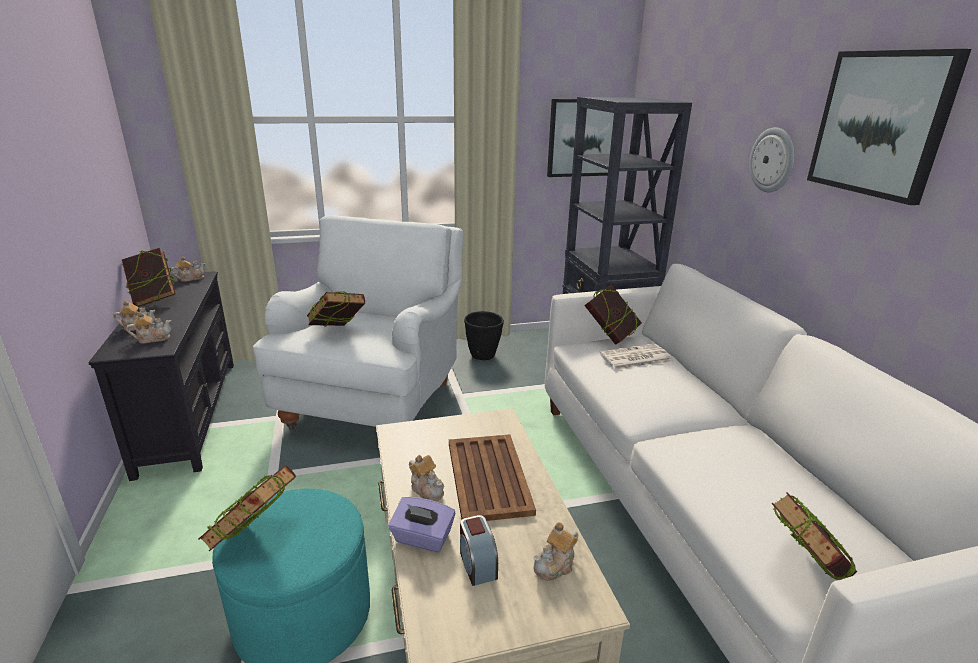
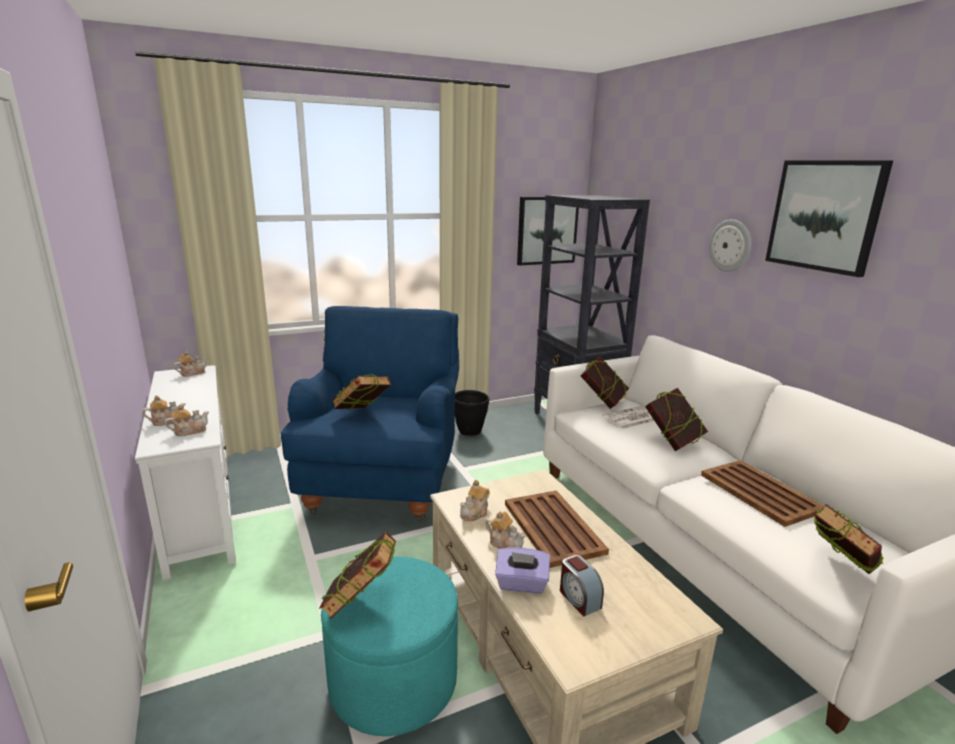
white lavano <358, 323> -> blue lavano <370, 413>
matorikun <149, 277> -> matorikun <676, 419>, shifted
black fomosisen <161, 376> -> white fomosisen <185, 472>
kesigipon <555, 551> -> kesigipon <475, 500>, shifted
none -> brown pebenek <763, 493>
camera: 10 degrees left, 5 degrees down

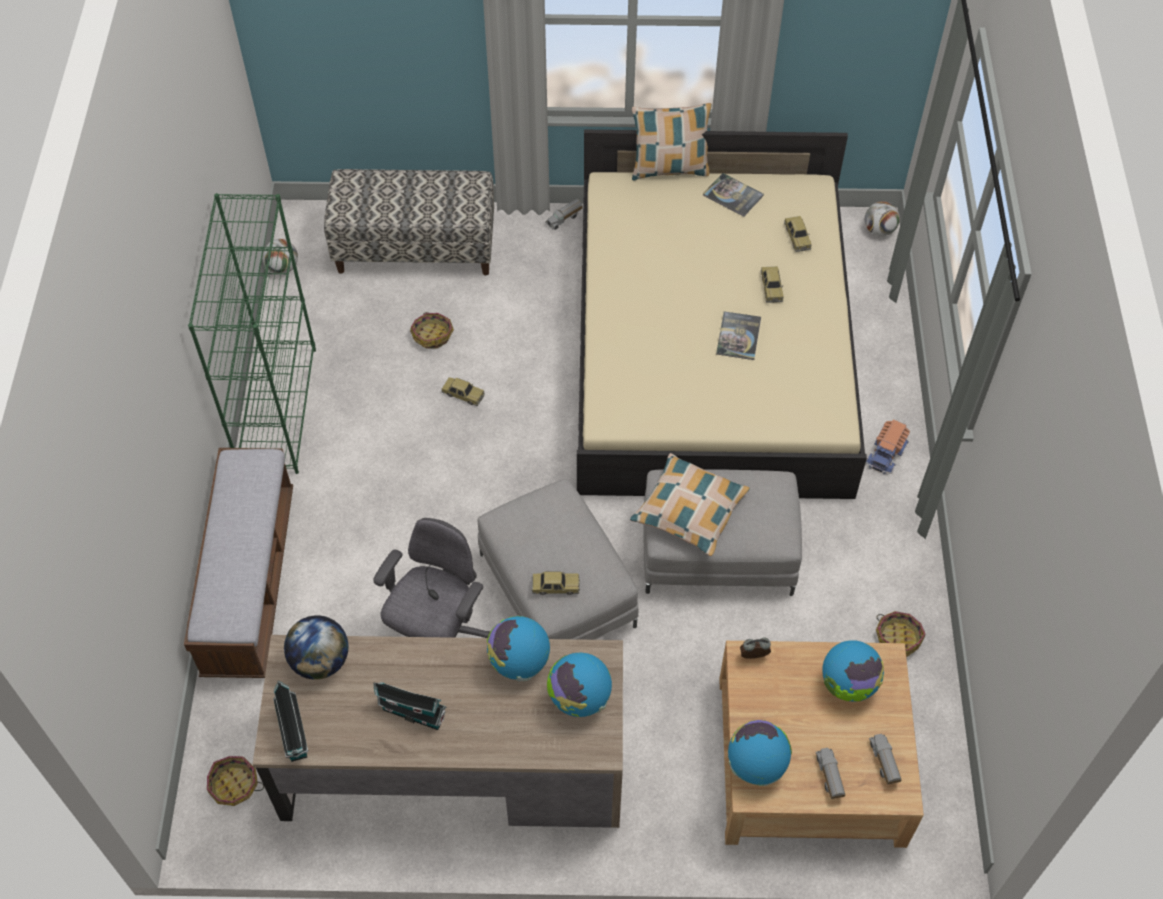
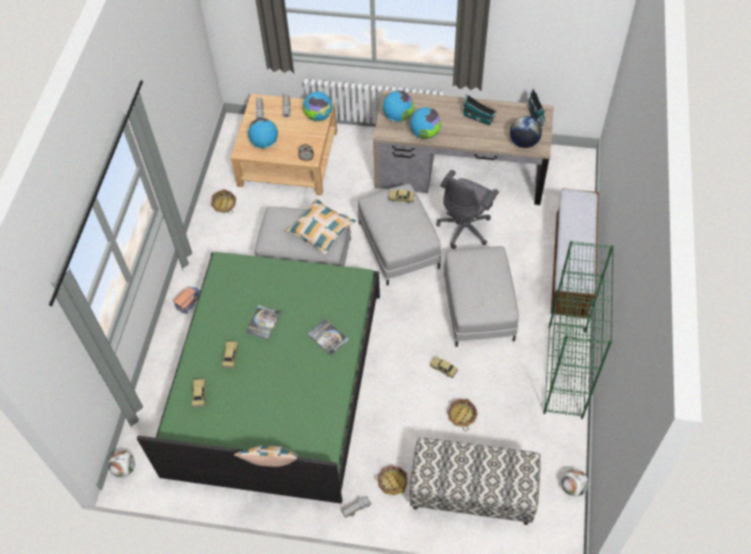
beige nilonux <722, 314> -> green nilonux <258, 378>
matorikun <733, 195> -> matorikun <328, 337>, shifted
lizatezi <235, 781> -> lizatezi <390, 480>, shifted
none -> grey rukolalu <481, 296>
camera: 170 degrees left, 0 degrees up

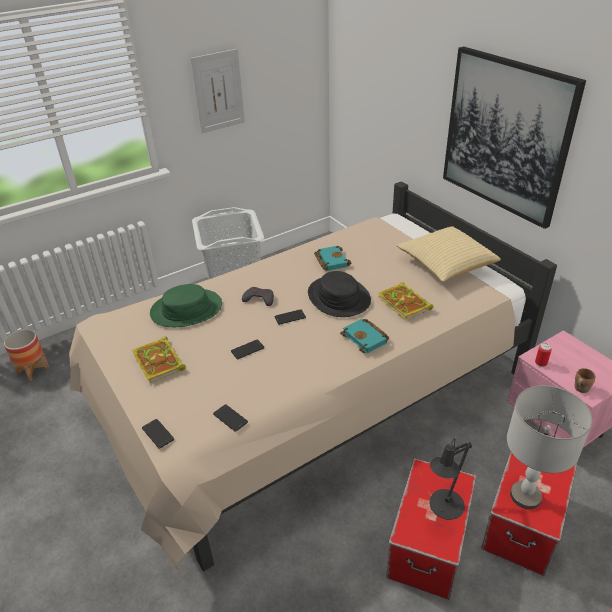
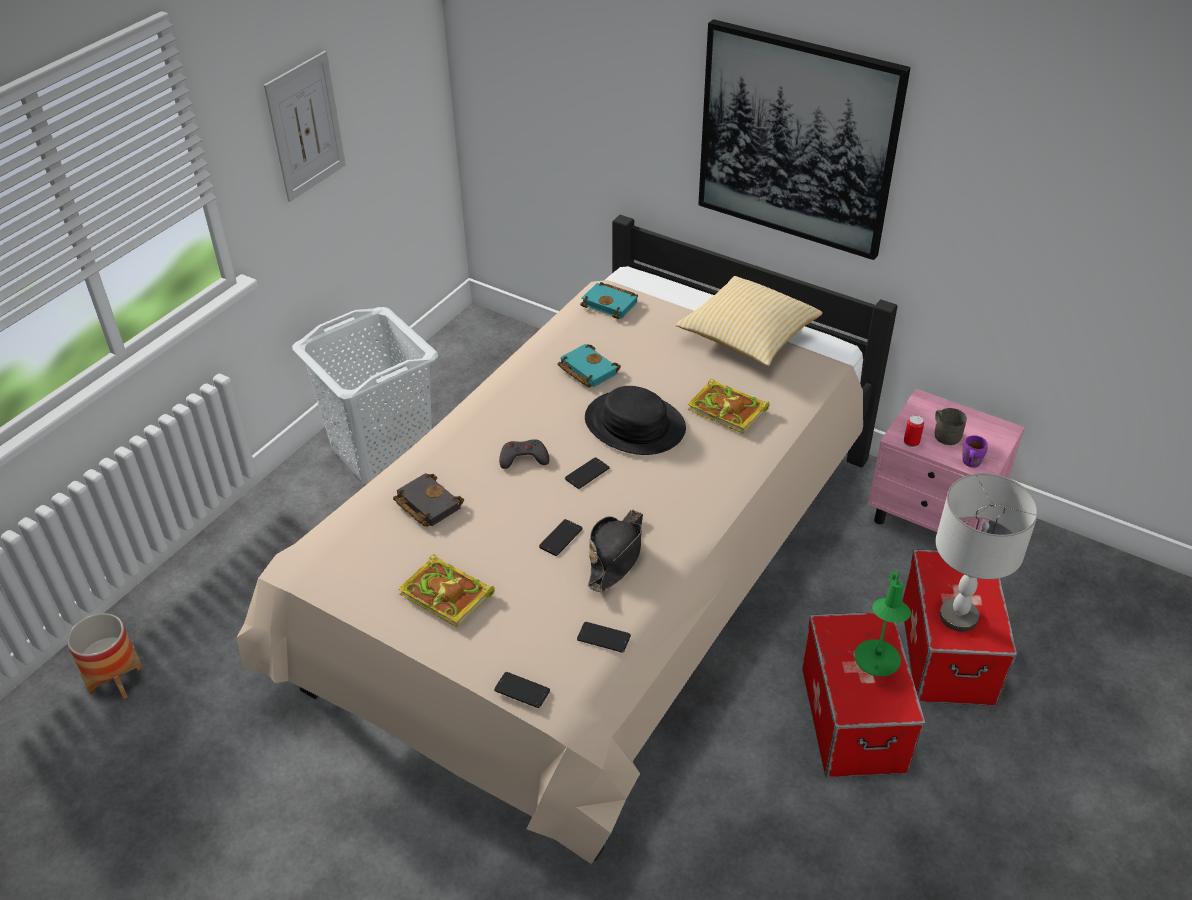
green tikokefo <186, 305> -> black matorikun <428, 500>
turquoise matorikun <364, 336> -> turquoise matorikun <609, 300>, shifted
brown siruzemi <585, 380> -> purple siruzemi <975, 451>
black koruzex <450, 479> -> green koruzex <883, 624>
none -> grey siruzemi <951, 426>
none -> black tikokefo <615, 550>
camera: 25 degrees left, 5 degrees up

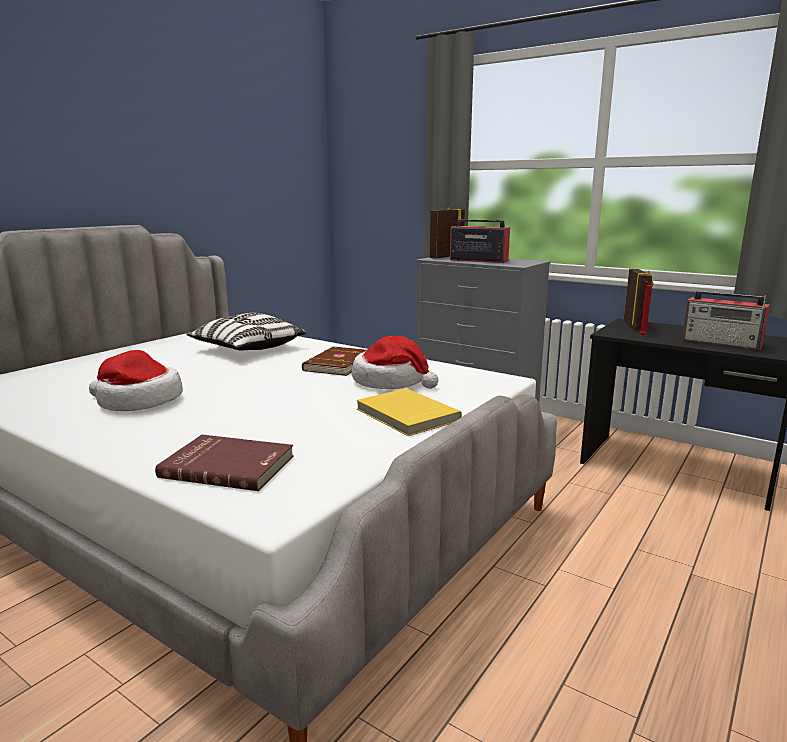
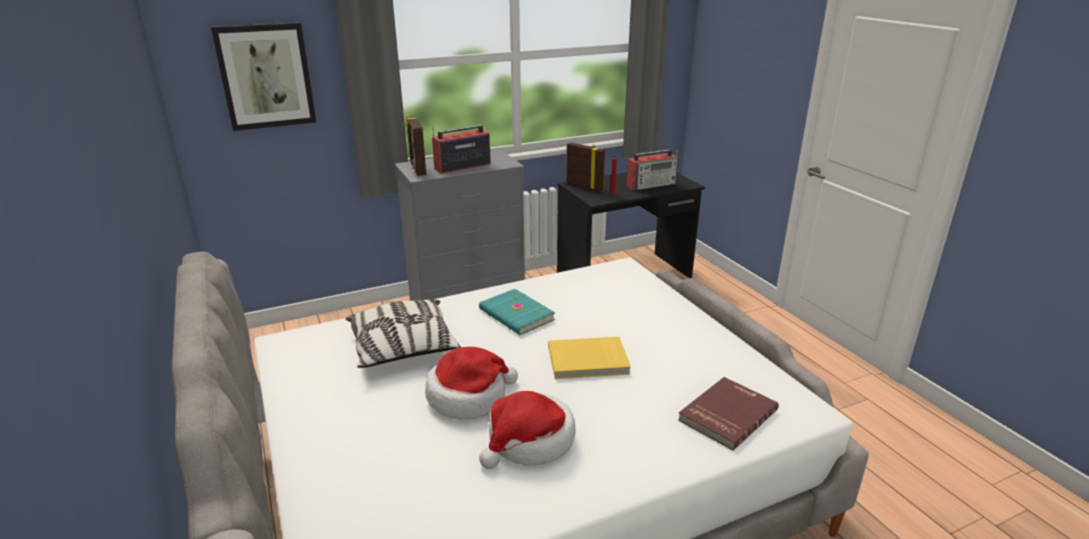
tikokefo <395, 362> -> tikokefo <471, 383>, shifted
brown matorikun <334, 361> -> turquoise matorikun <517, 312>
yellow matorikun <409, 412> -> yellow matorikun <589, 358>, shifted
none -> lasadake <263, 77>
camera: 60 degrees left, 10 degrees up

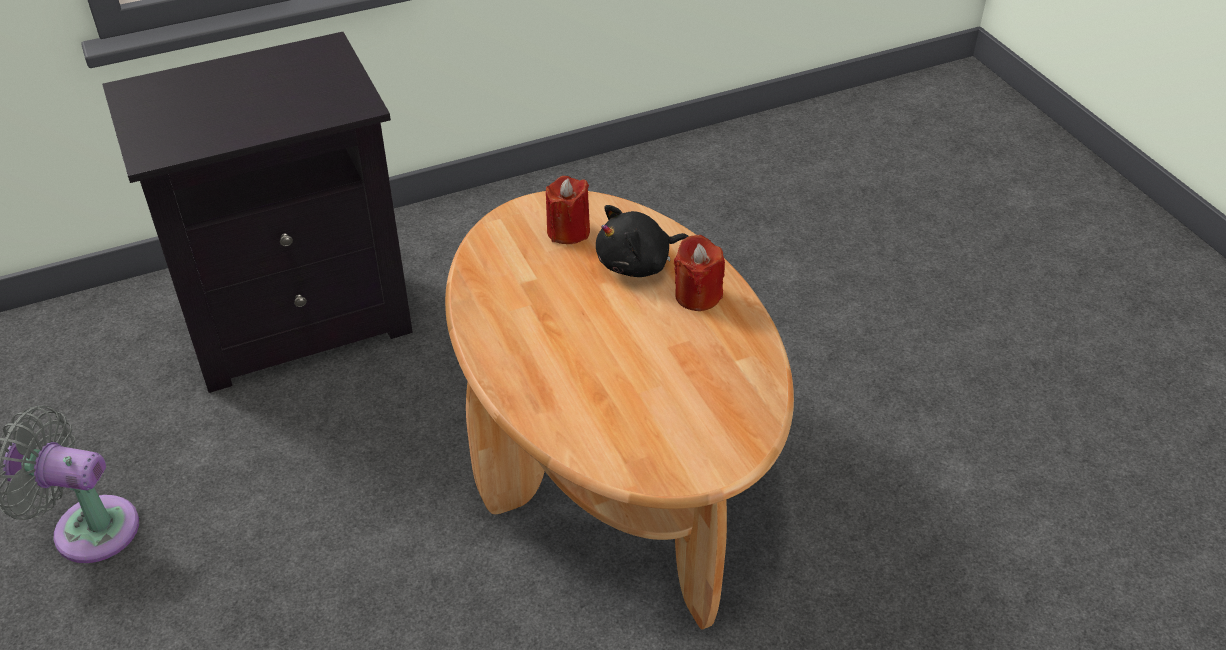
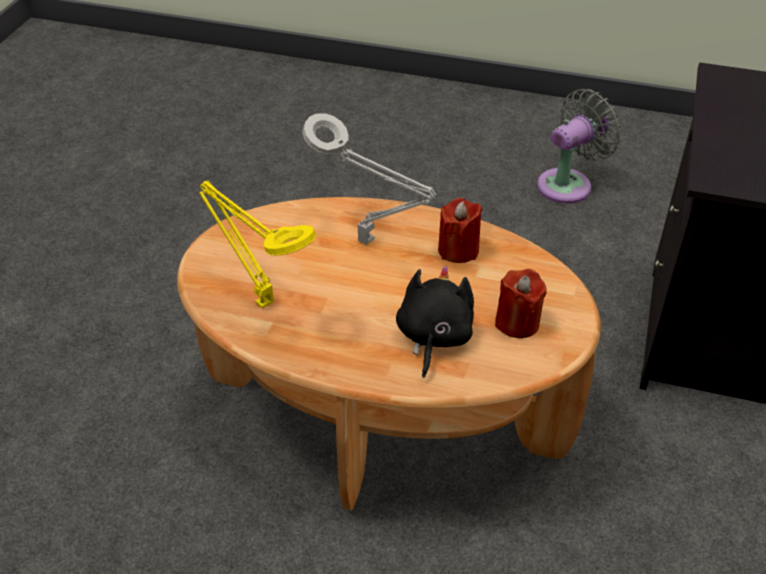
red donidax <699, 273> -> red donidax <460, 230>, shifted
none -> grey koruzex <369, 179>
none -> yellow koruzex <257, 245>
camera: 130 degrees right, 0 degrees up

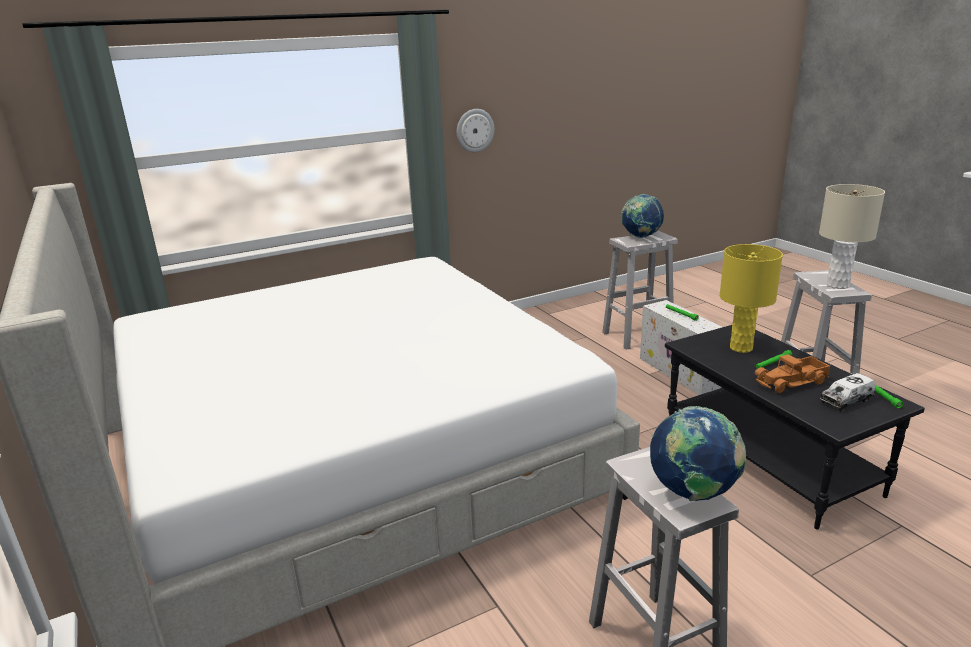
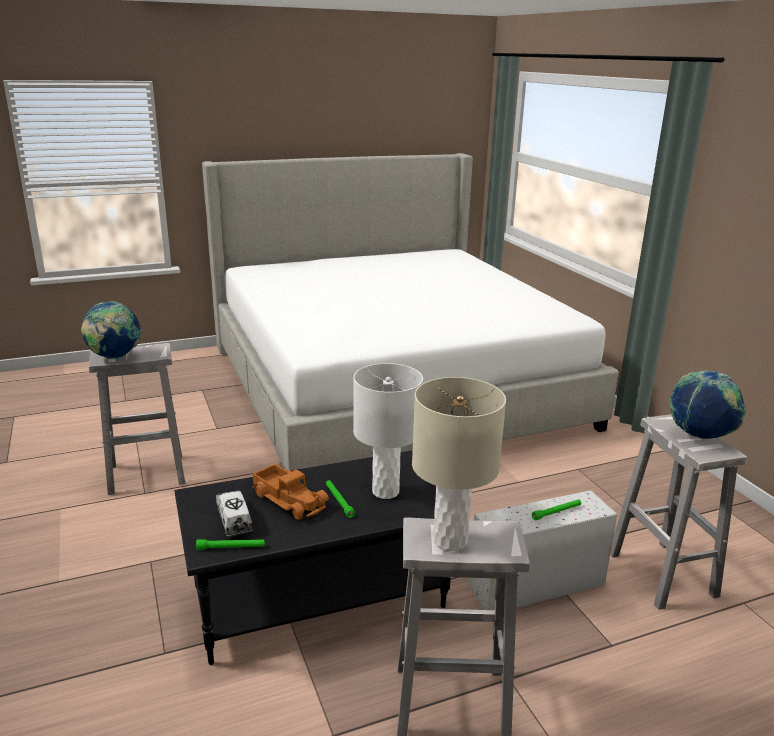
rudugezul <475, 130> -> none
yellow koruzex <751, 298> -> white koruzex <388, 431>
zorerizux <792, 373> -> zorerizux <291, 492>, 150 degrees clockwise
camera: 95 degrees right, 0 degrees up

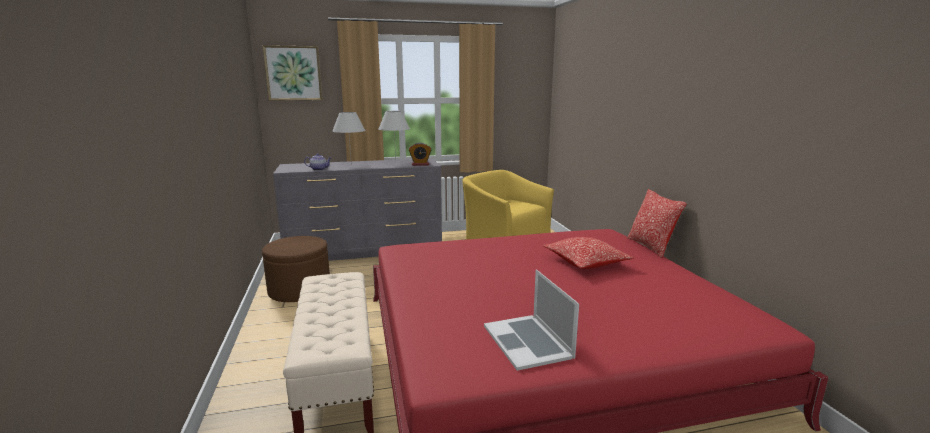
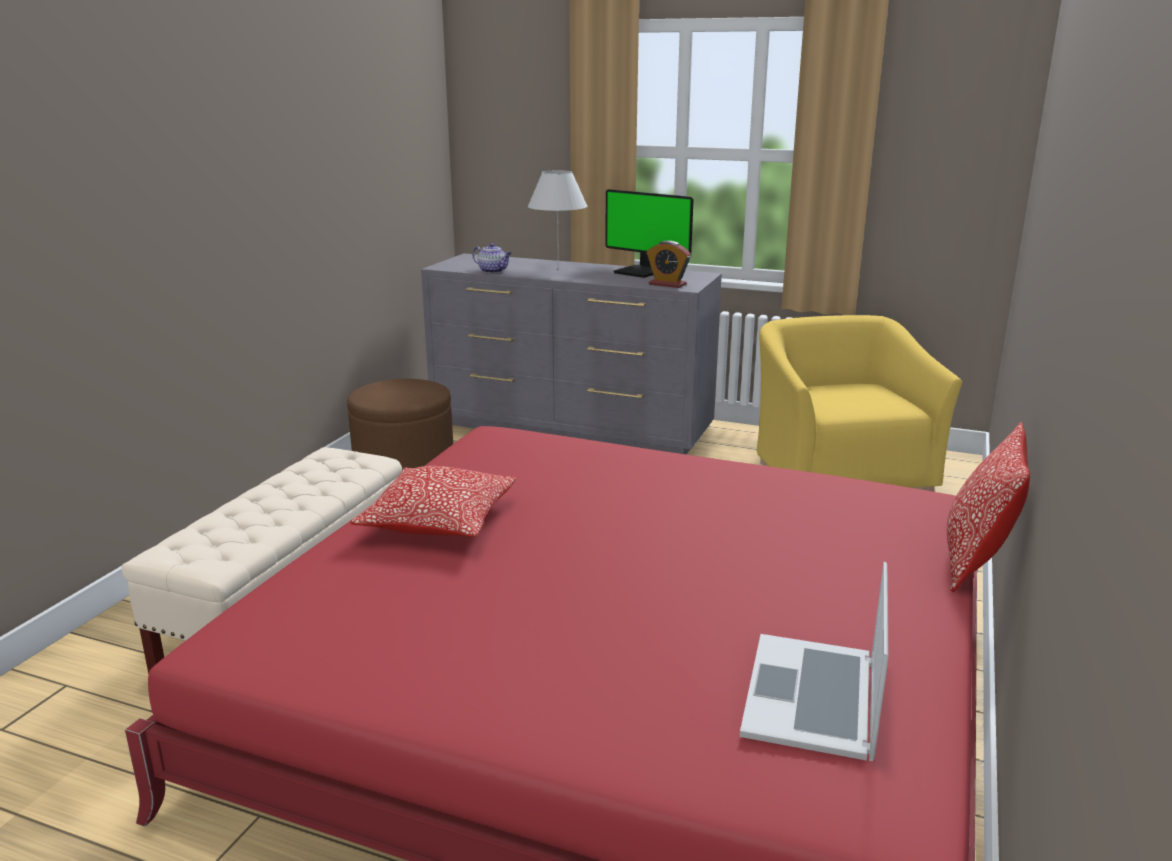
lasadake <292, 73> -> none
white koruzex <394, 136> -> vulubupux <649, 233>
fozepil <589, 253> -> fozepil <433, 501>, shifted
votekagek <531, 320> -> votekagek <814, 661>, shifted
camera: 35 degrees right, 5 degrees up

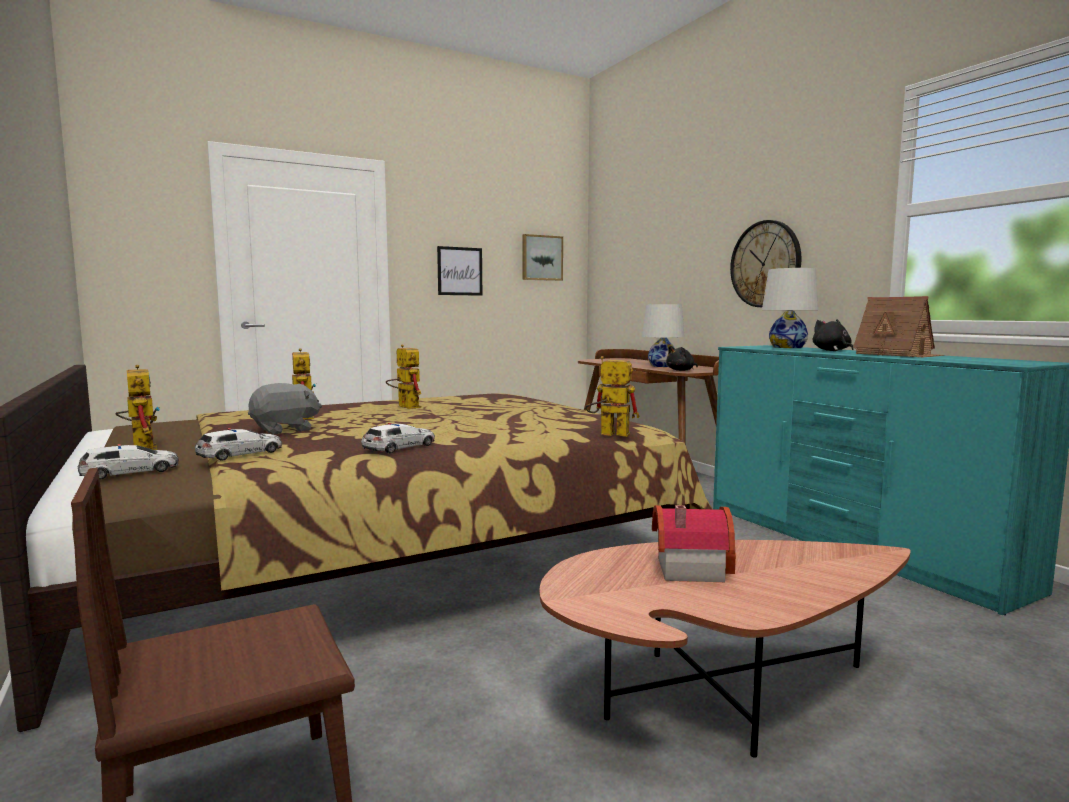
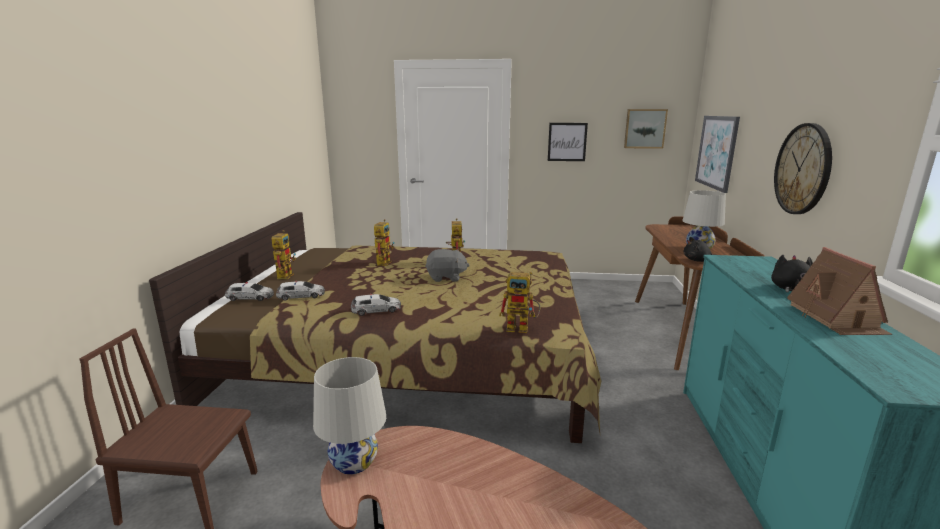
white koruzex <790, 308> -> white koruzex <349, 416>, shifted
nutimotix <612, 396> -> nutimotix <519, 302>, 135 degrees clockwise
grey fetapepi <285, 408> -> grey fetapepi <447, 265>, shifted
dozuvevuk <694, 543> -> none
none -> lasadake <717, 154>
camera: 35 degrees right, 10 degrees up

